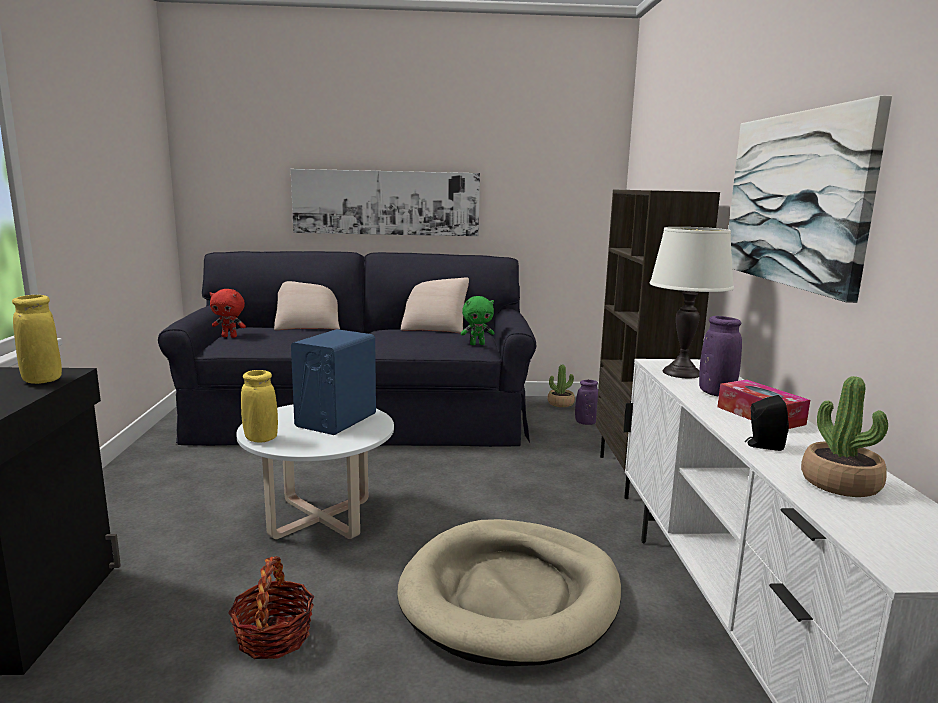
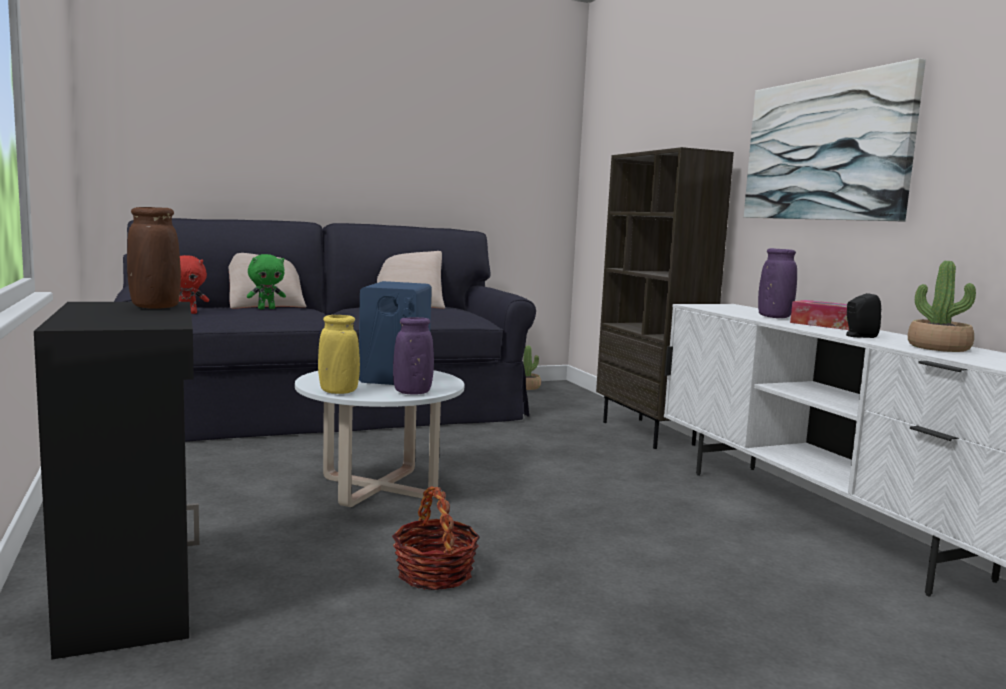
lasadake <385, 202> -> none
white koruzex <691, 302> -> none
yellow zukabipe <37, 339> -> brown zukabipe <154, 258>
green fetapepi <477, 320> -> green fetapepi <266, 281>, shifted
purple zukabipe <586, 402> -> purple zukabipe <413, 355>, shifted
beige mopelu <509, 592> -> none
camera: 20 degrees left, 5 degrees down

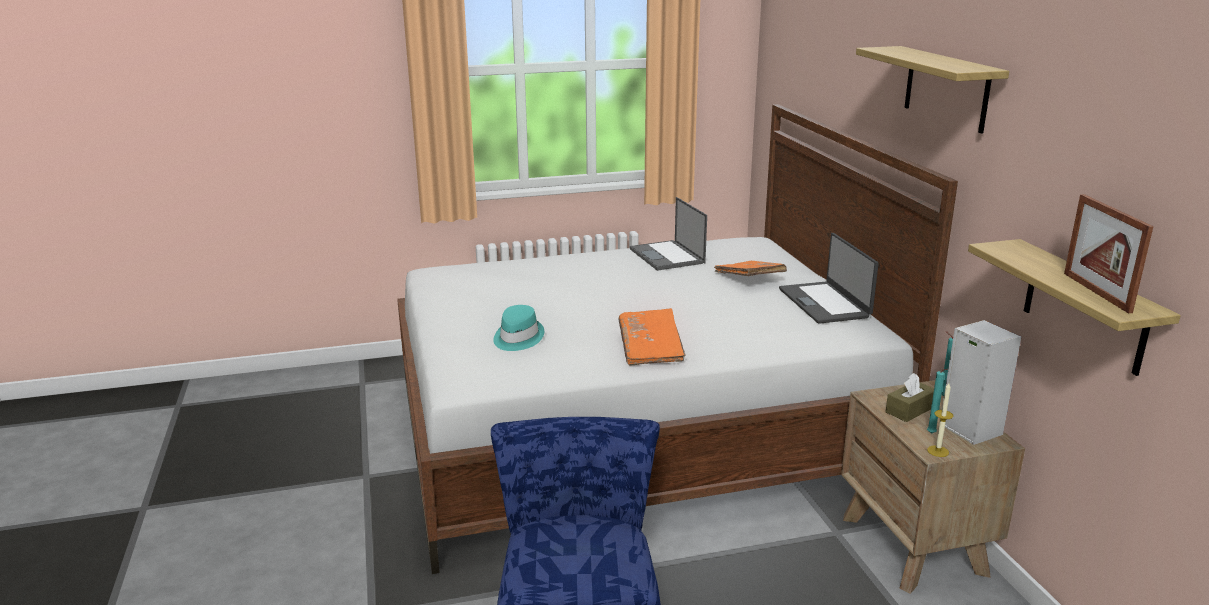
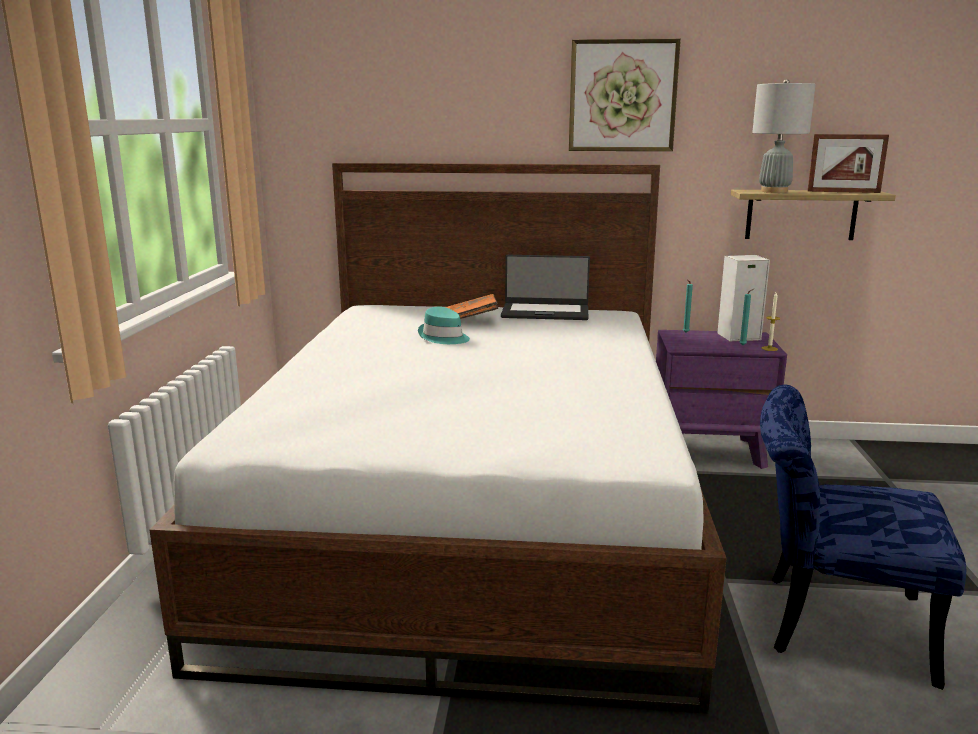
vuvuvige <932, 90> -> lasadake <625, 95>
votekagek <668, 234> -> none
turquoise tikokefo <518, 328> -> turquoise tikokefo <444, 325>, shifted
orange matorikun <652, 337> -> none
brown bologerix <910, 397> -> none
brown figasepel <933, 487> -> purple figasepel <721, 399>
none -> grey koruzex <784, 136>
camera: 70 degrees left, 5 degrees down

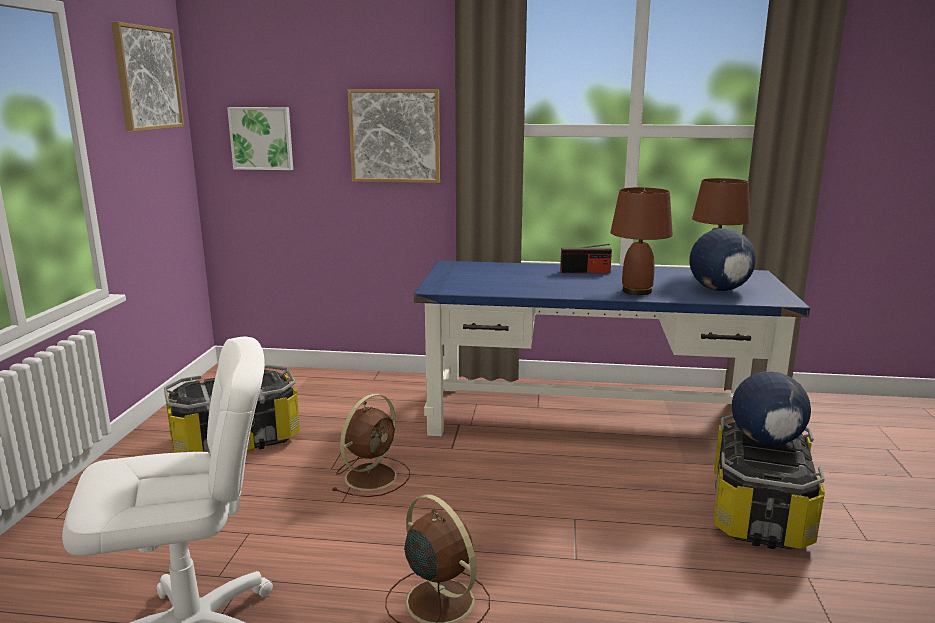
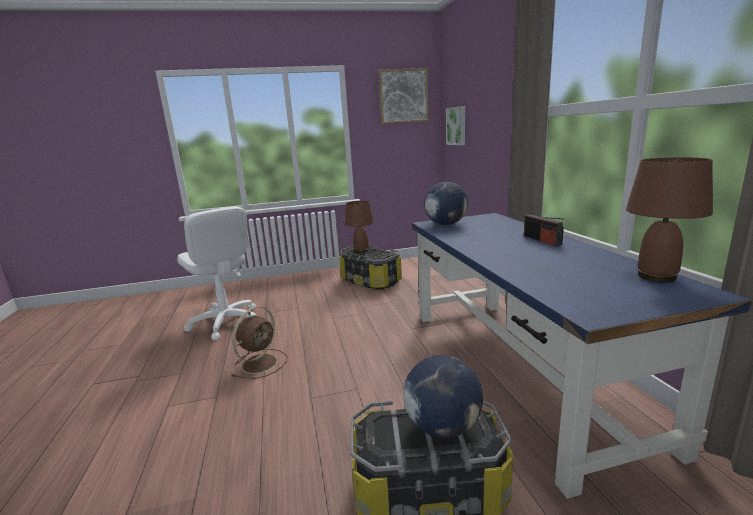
lasadake <394, 136> -> none
brown koruzex <641, 241> -> brown koruzex <359, 227>, shifted
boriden <723, 259> -> boriden <446, 203>, shifted
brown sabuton <371, 445> -> none
camera: 70 degrees right, 0 degrees up

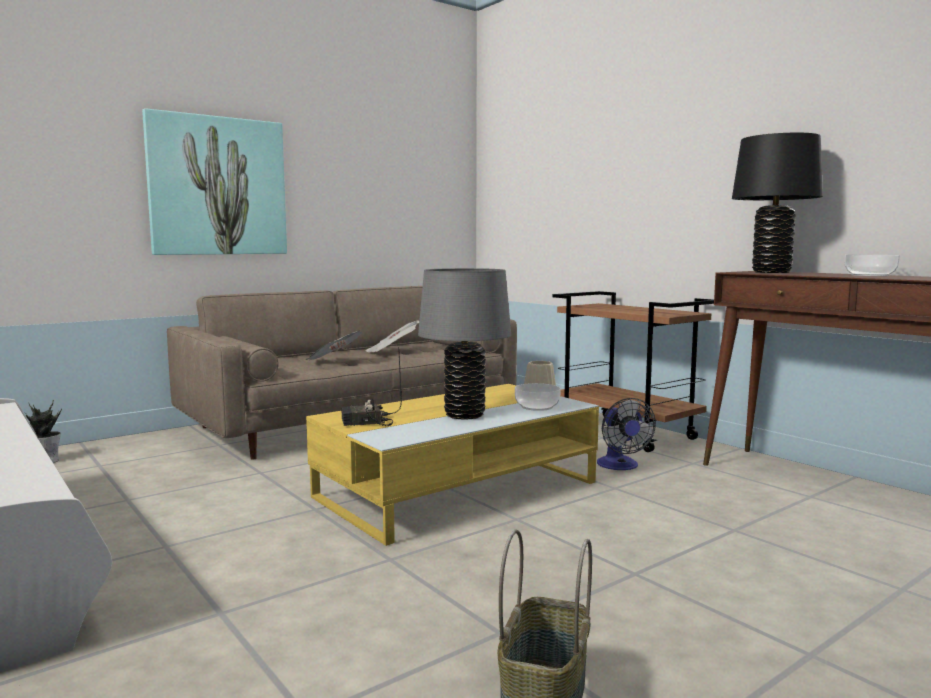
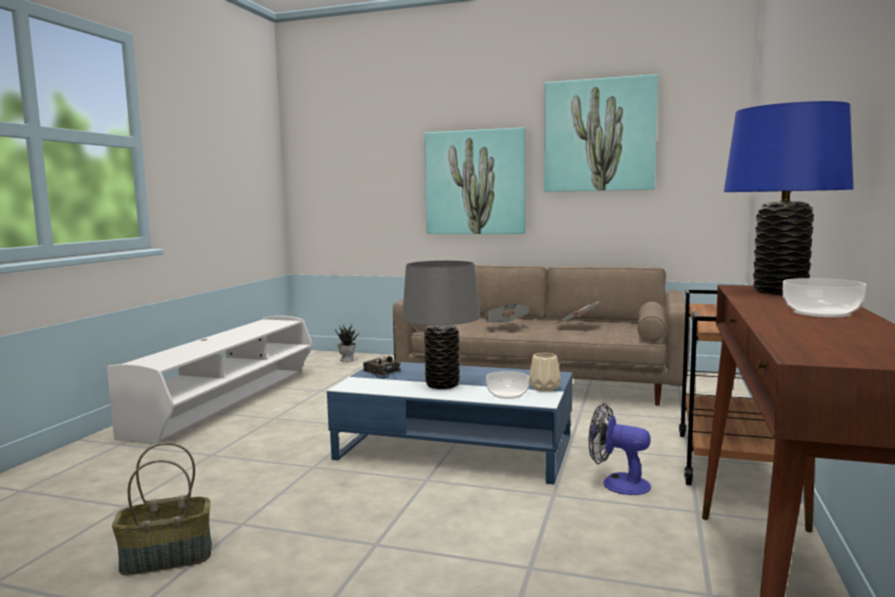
black koruzex <777, 203> -> blue koruzex <788, 198>
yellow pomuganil <452, 465> -> blue pomuganil <449, 423>
sabuton <626, 434> -> sabuton <620, 449>, 75 degrees clockwise
none -> lasadake <601, 133>
camera: 55 degrees right, 0 degrees up

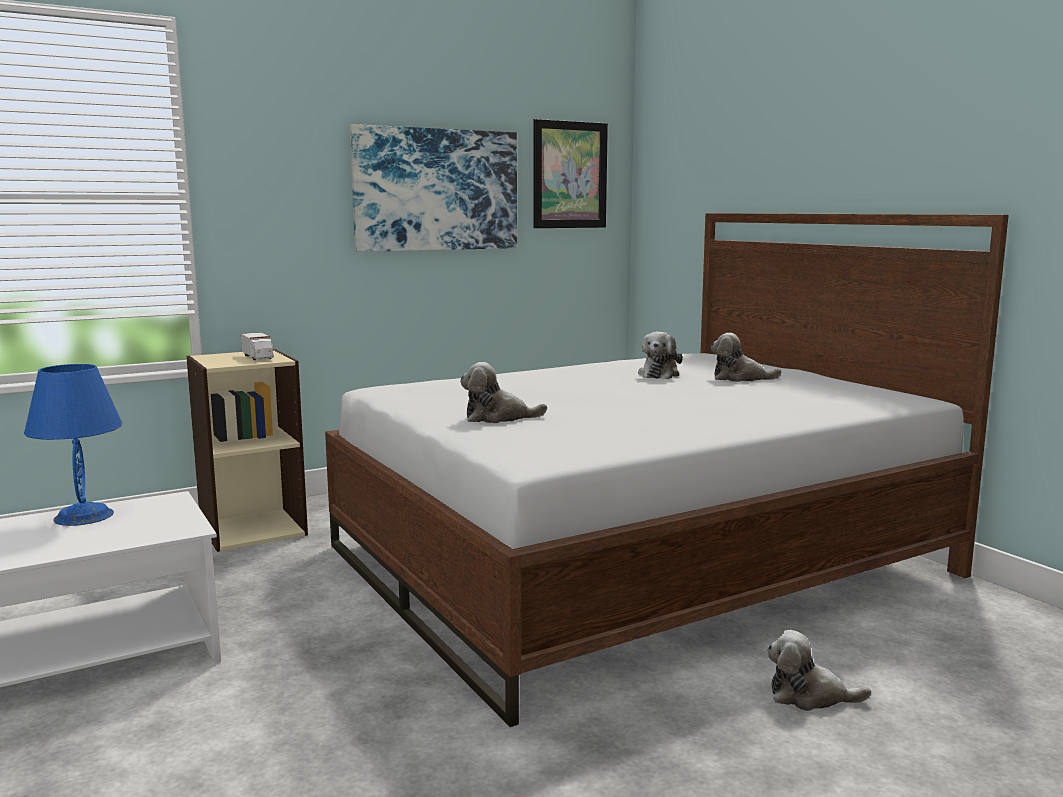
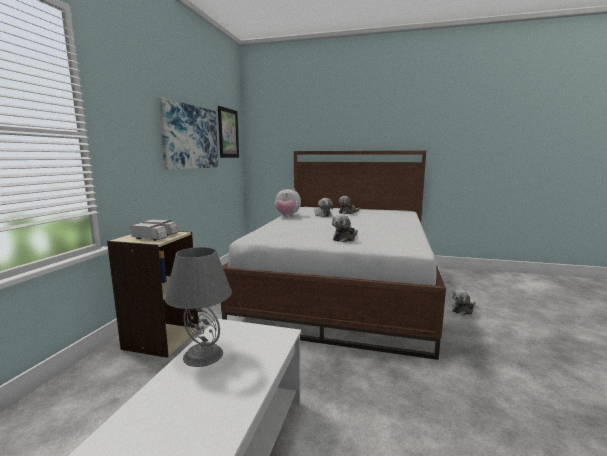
blue koruzex <73, 445> -> grey koruzex <198, 307>
none -> fetapepi <288, 202>
none -> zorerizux <149, 232>
camera: 45 degrees left, 0 degrees up

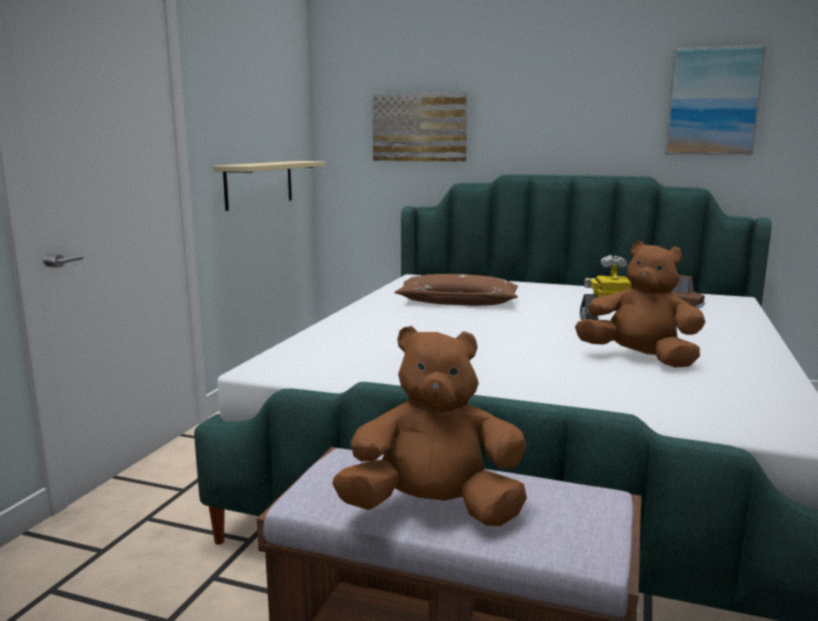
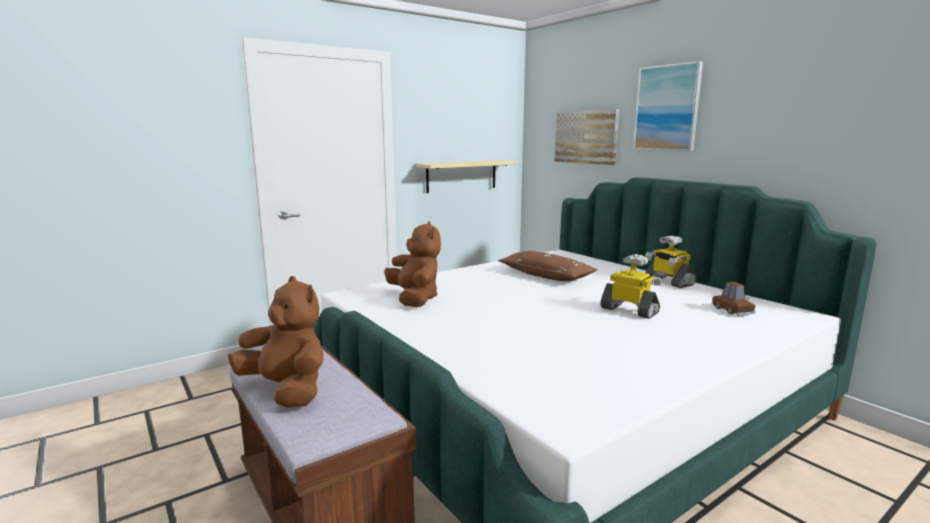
lasadake <715, 100> -> lasadake <668, 106>, shifted
brown fetapepi <640, 304> -> brown fetapepi <413, 264>, shifted
none -> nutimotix <670, 262>
camera: 35 degrees right, 0 degrees up

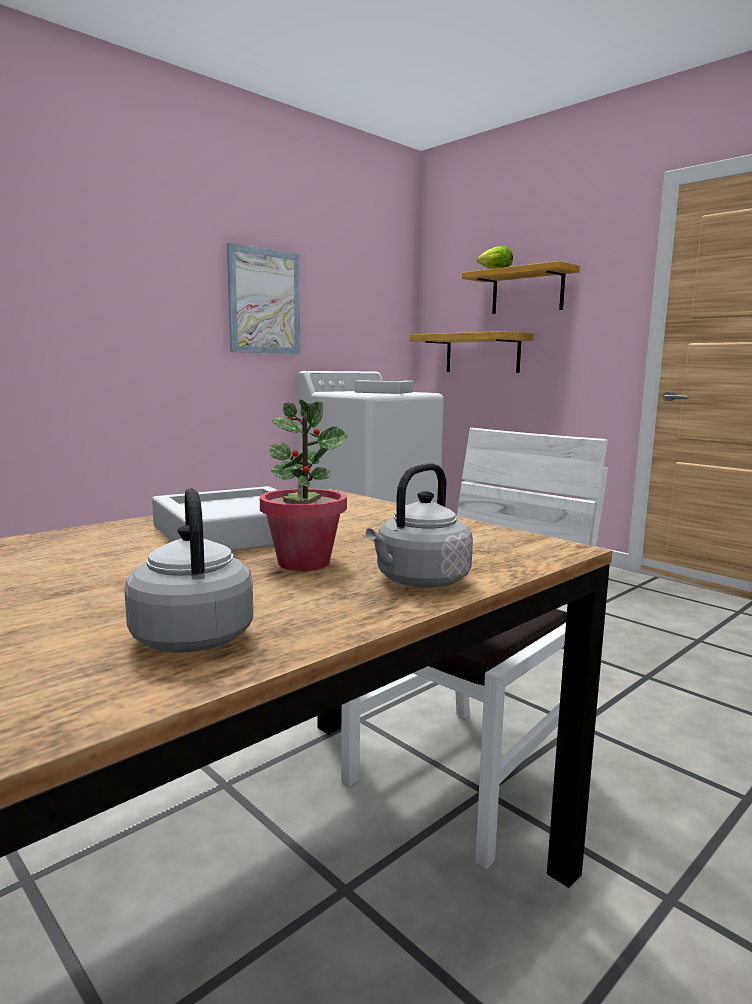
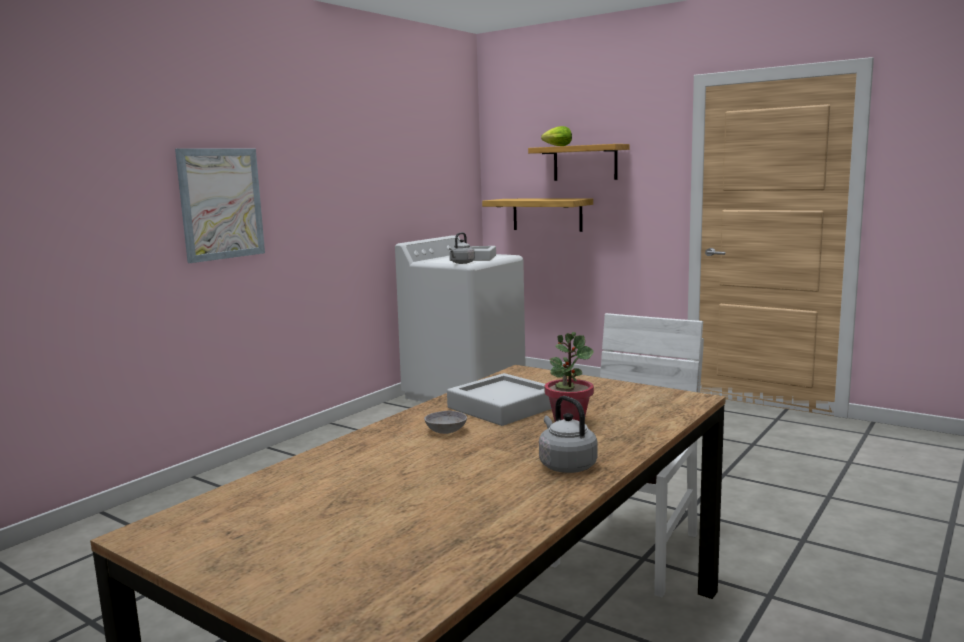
lasadake <263, 298> -> lasadake <220, 206>, shifted
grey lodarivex <419, 525> -> grey lodarivex <462, 248>, shifted
none -> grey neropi <445, 422>
camera: 10 degrees left, 0 degrees up

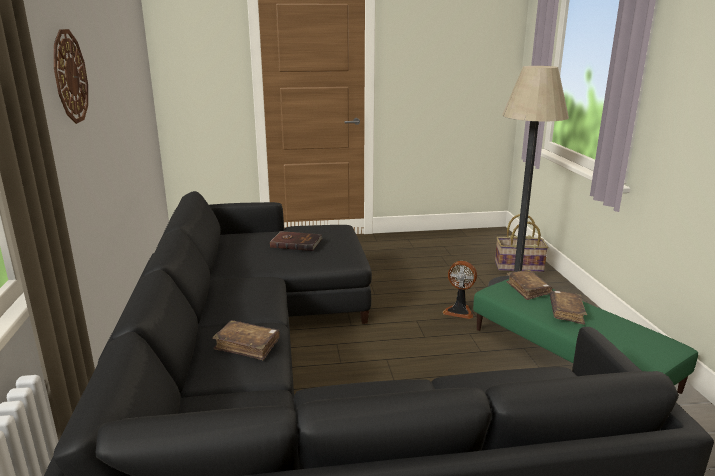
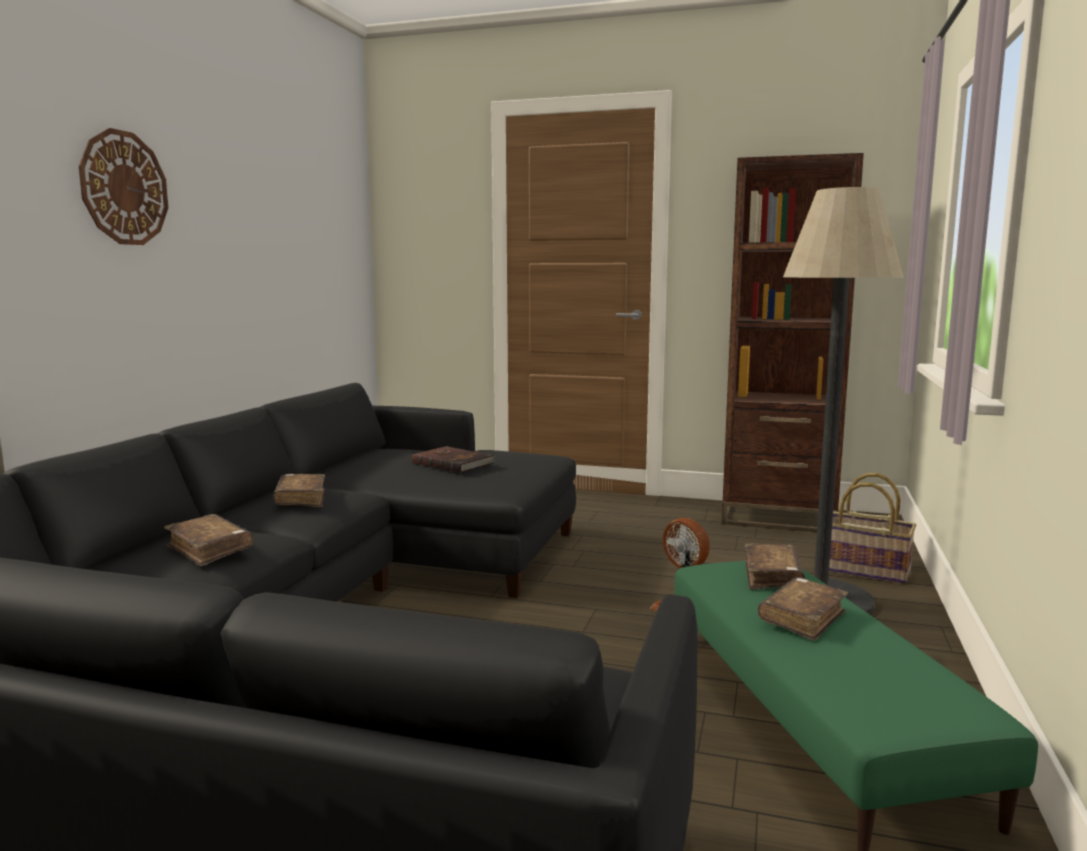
none -> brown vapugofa <792, 342>
none -> brown matorikun <299, 490>
camera: 25 degrees right, 10 degrees down

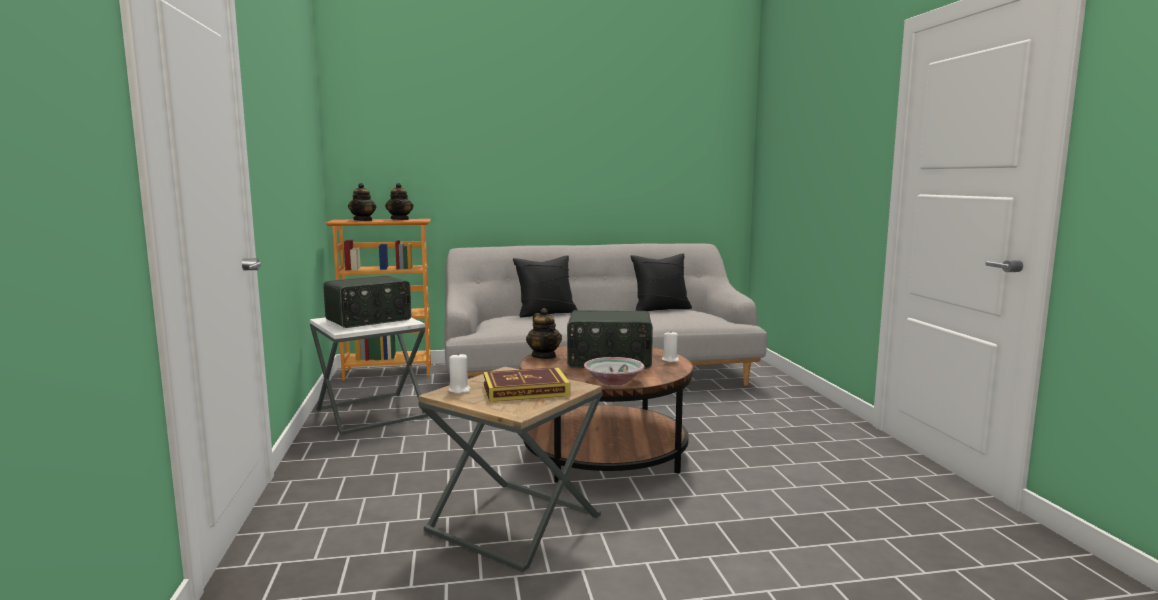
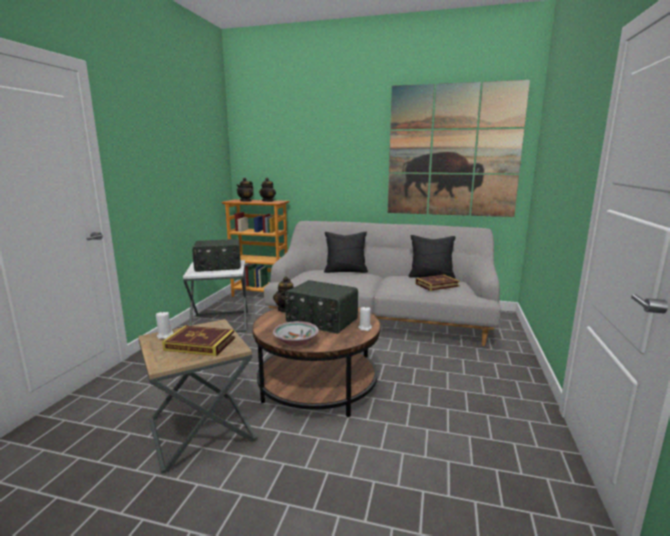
none -> lasadake <459, 148>
none -> matorikun <437, 283>
camera: 25 degrees right, 5 degrees up

